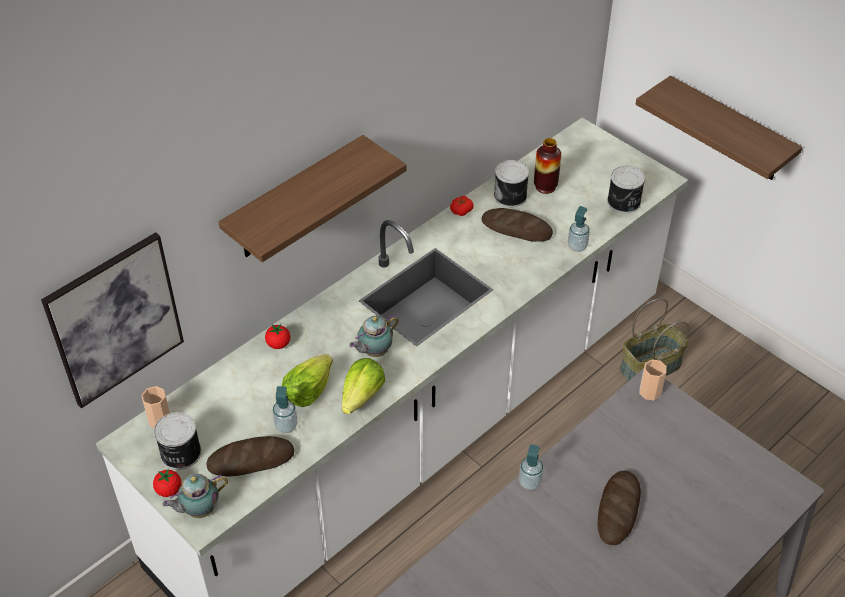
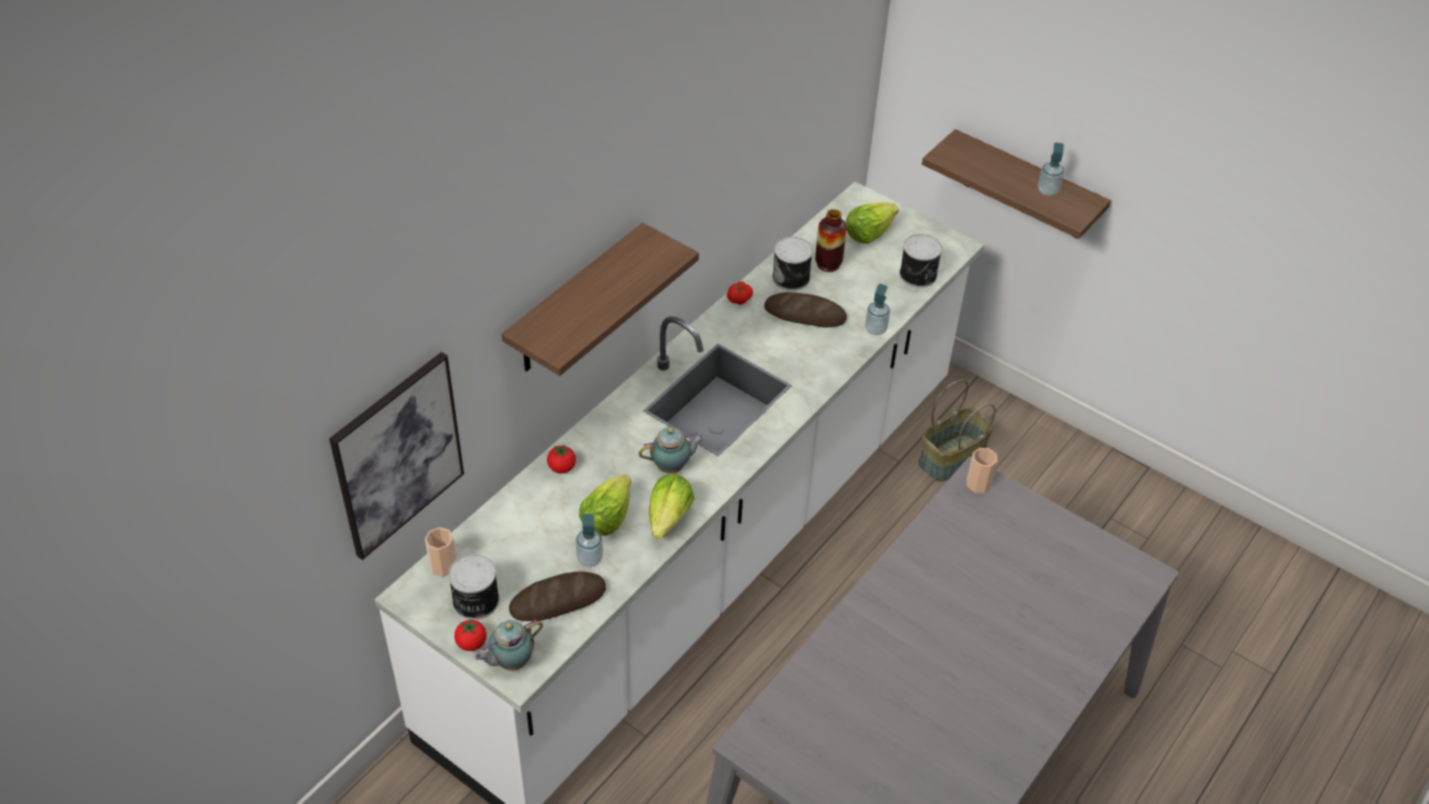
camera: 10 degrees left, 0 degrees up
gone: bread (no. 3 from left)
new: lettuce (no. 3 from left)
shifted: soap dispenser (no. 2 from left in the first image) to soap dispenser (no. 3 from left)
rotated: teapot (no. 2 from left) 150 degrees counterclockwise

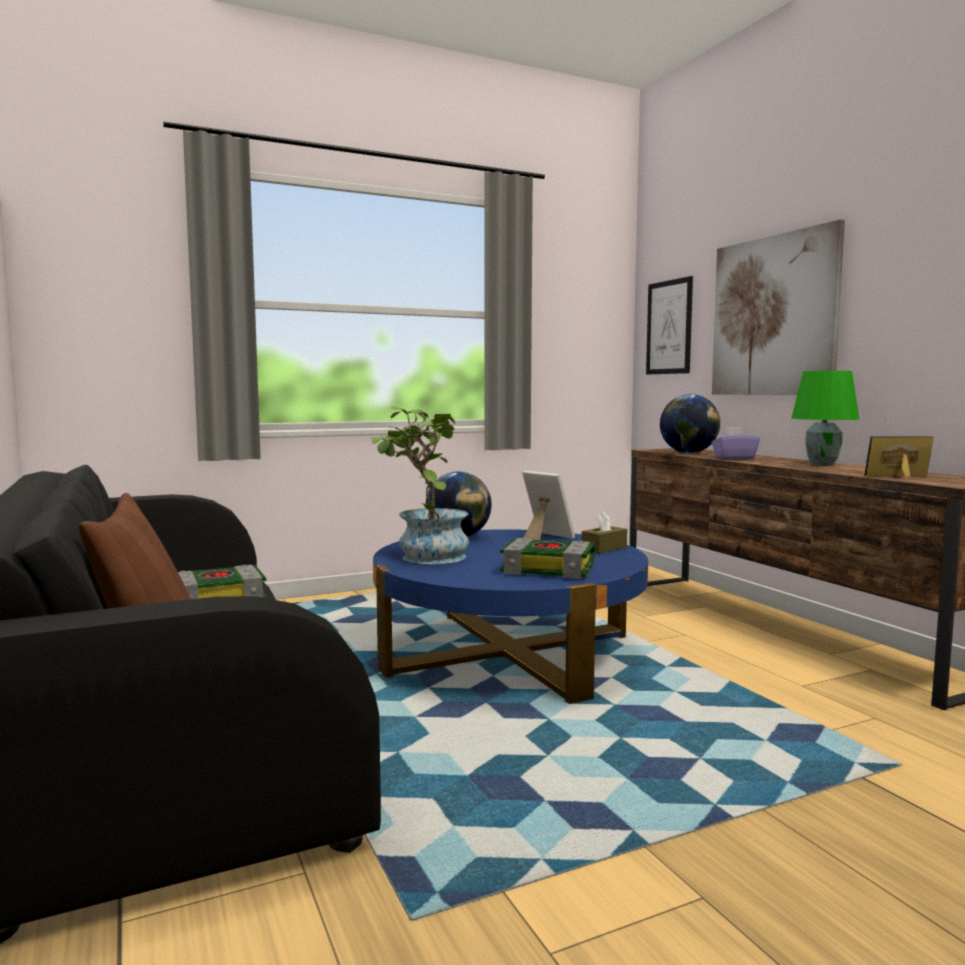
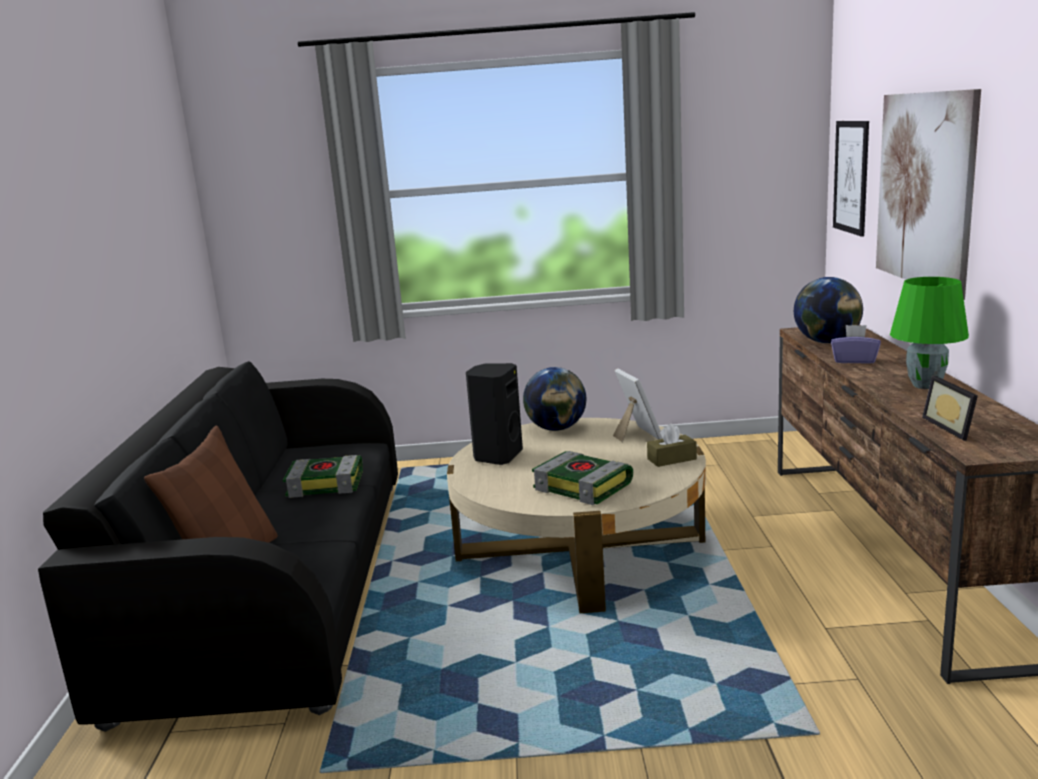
camera: 25 degrees right, 10 degrees up
swapped: potted plant to speaker/black
repainted: coffee table/blue to coffee table/beige
rotated: picture frame (no. 2 from left) 120 degrees counterclockwise

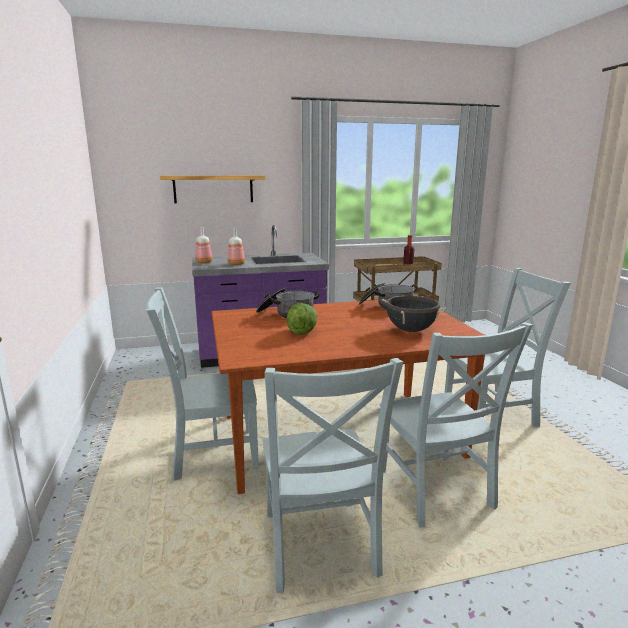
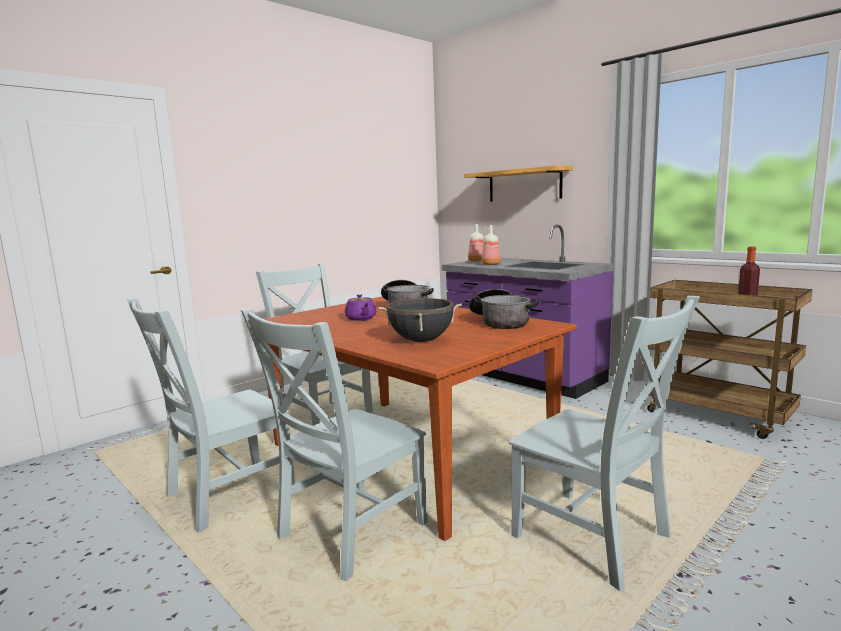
camera: 60 degrees right, 5 degrees down
swapped: lettuce to teapot/purple

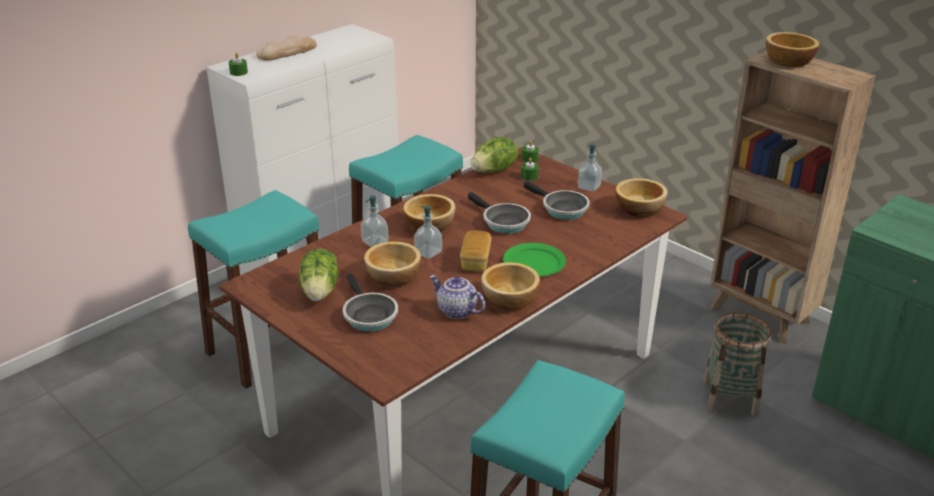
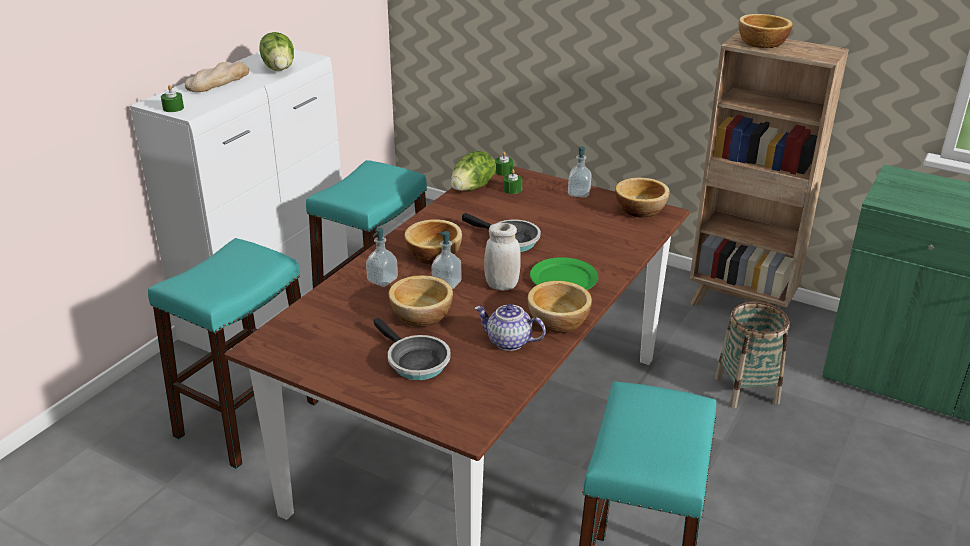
camera: 15 degrees left, 0 degrees up
gone: frying pan (no. 3 from left)
shifted: lettuce (no. 1 from left)
swapped: bread (no. 2 from left) to jar/white

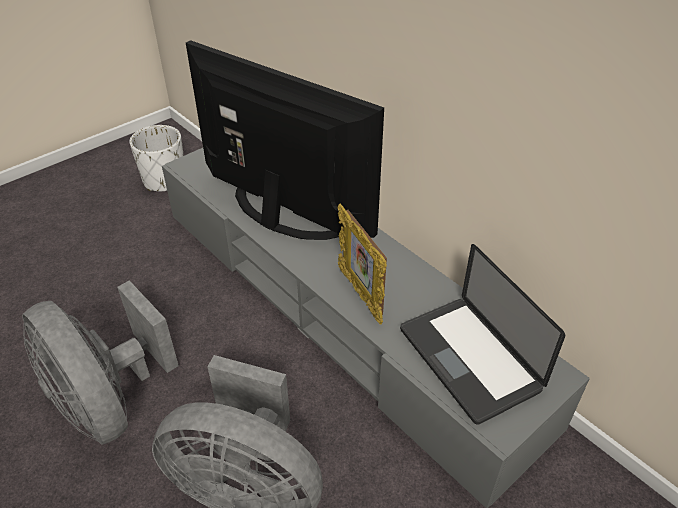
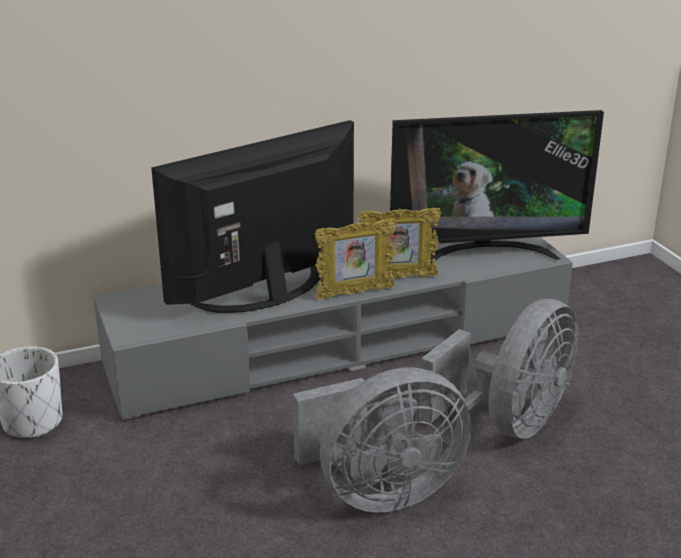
camera: 70 degrees left, 15 degrees down
new: picture frame (no. 1 from left)
swapped: laptop to television (no. 2 from left)

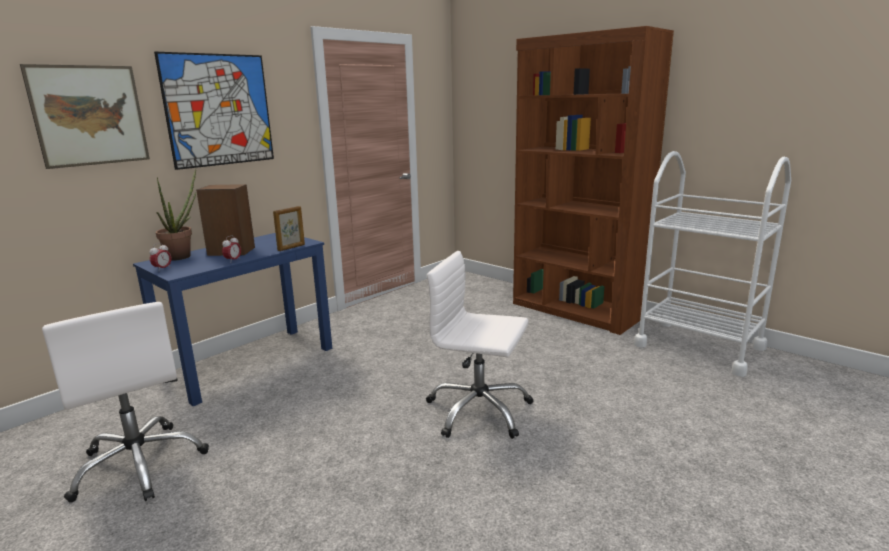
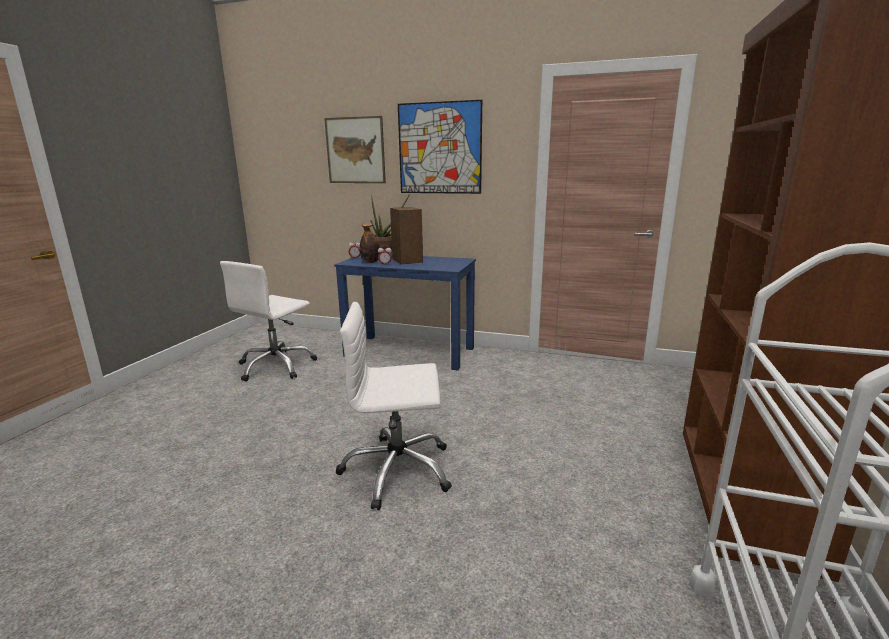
camera: 65 degrees right, 0 degrees up
gone: picture frame
new: bottle
rotated: office chair/white (no. 2 from left) 90 degrees counterclockwise

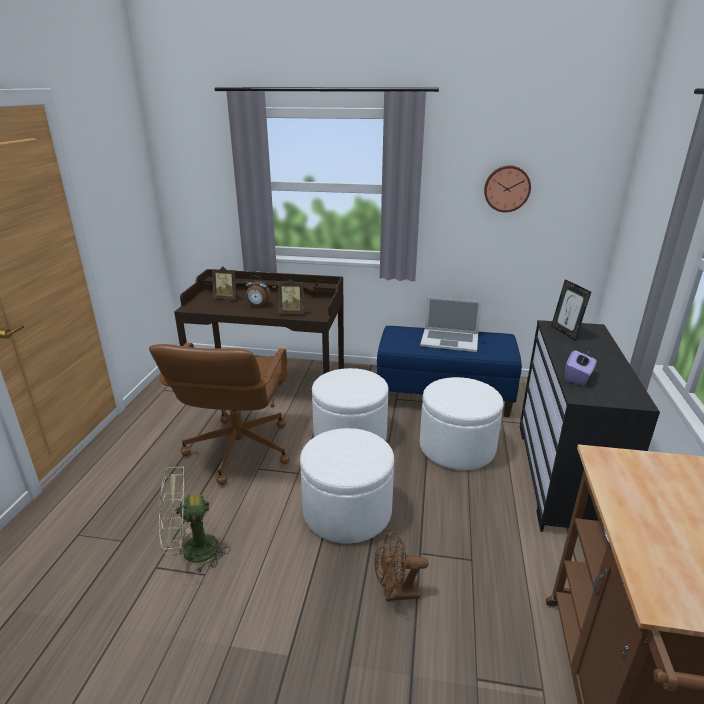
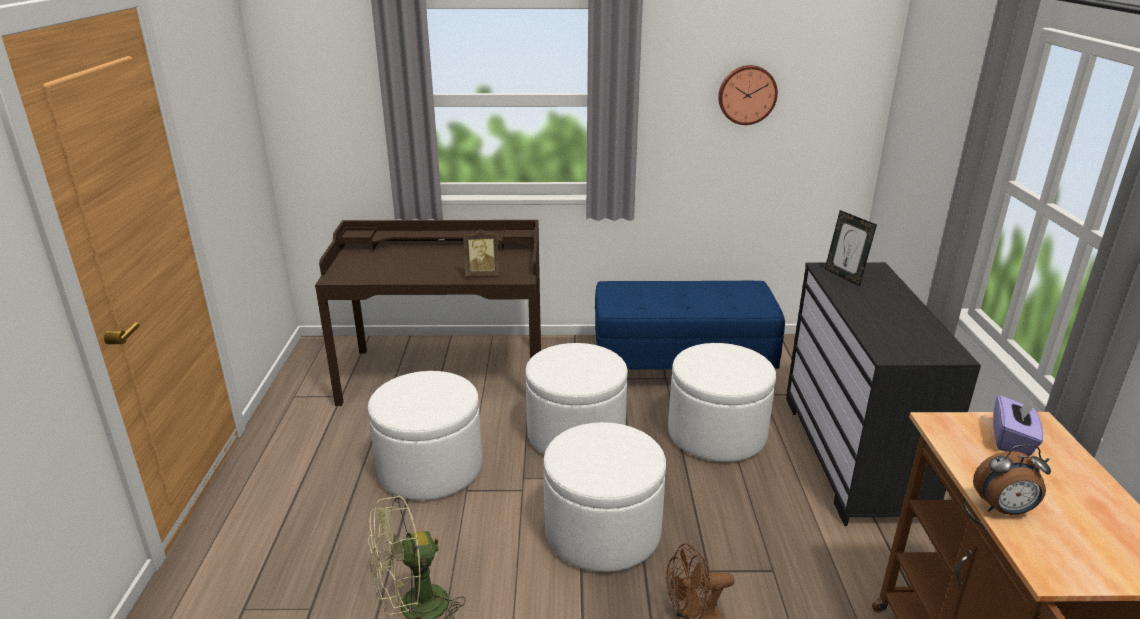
camera: 10 degrees left, 0 degrees up
gone: picture frame (no. 1 from left); laptop
shifted: alarm clock; tissue box/purple
swapped: office chair/brown to ottoman/white (no. 1 from left)

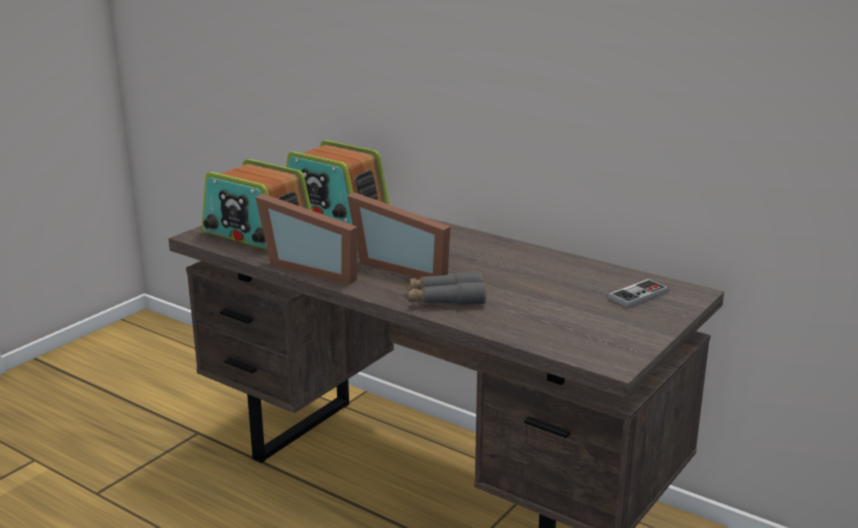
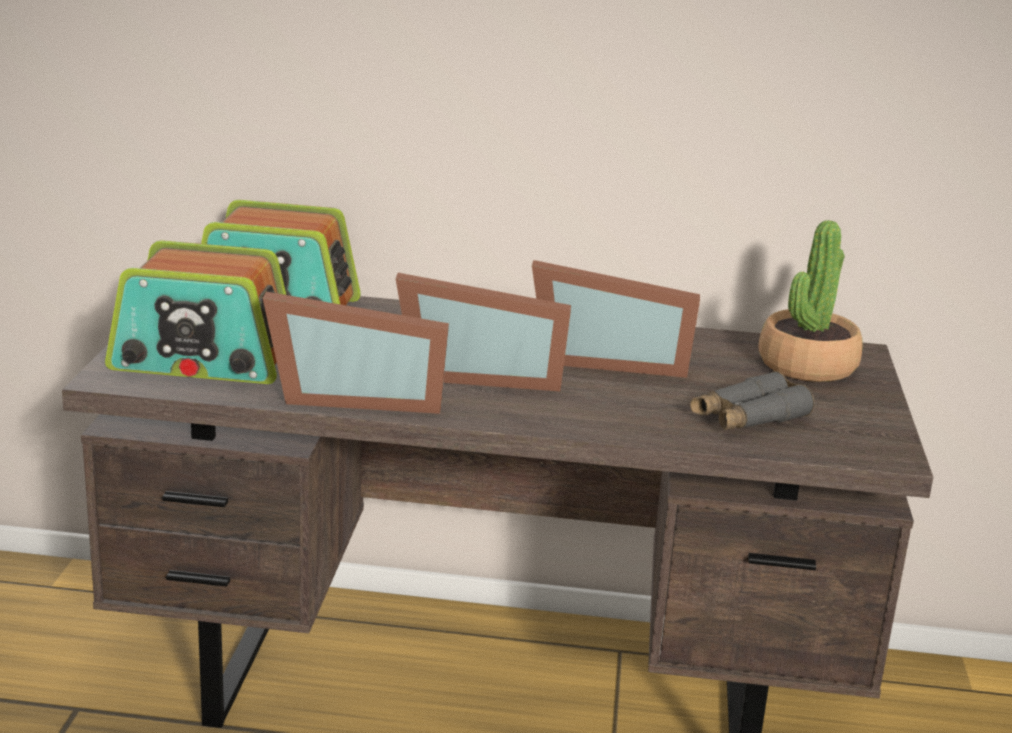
camera: 30 degrees left, 0 degrees up
new: picture frame (no. 3 from left)
shifted: binoculars/grey
swapped: game controller to potted plant

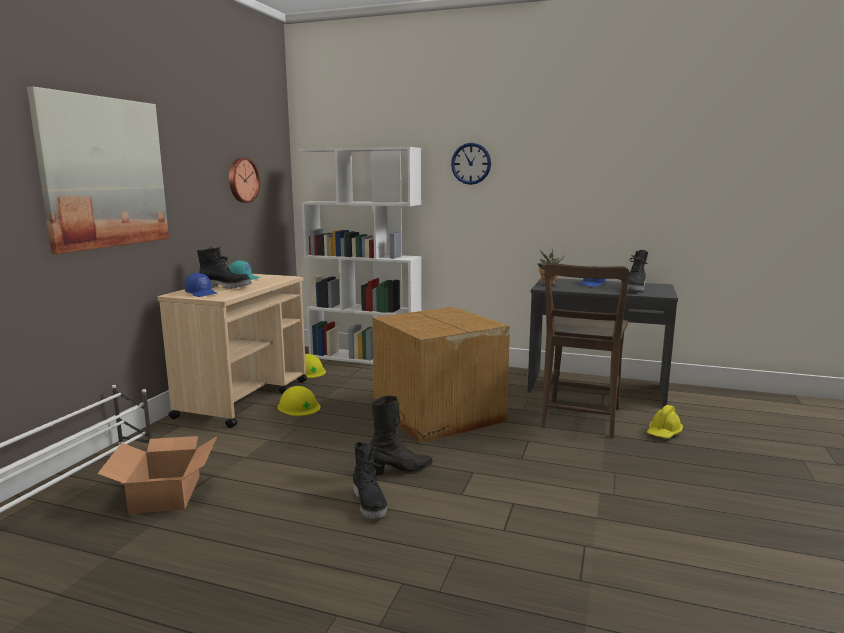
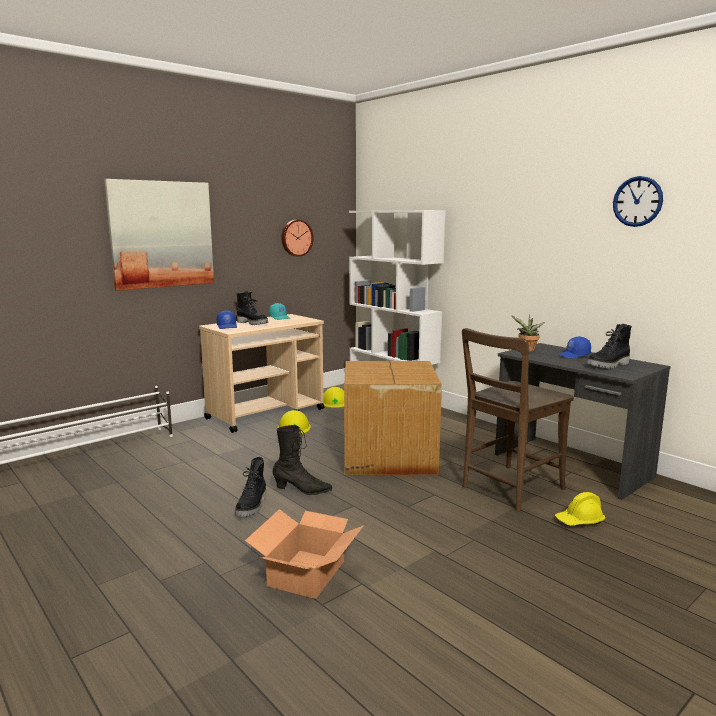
camera: 30 degrees right, 0 degrees up
shifted: cardboard box (no. 1 from left); wall clock (no. 2 from left)

